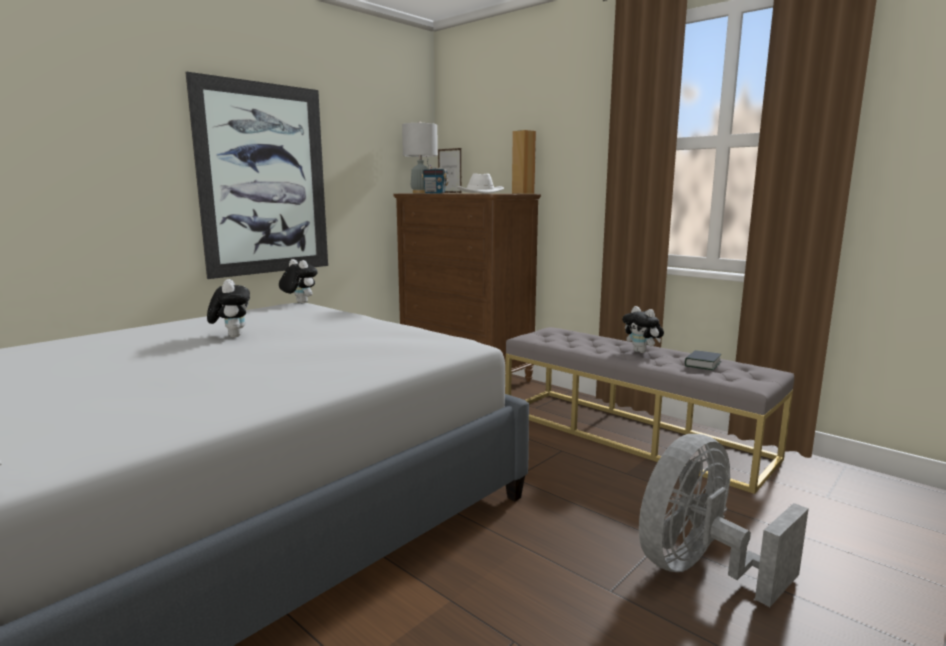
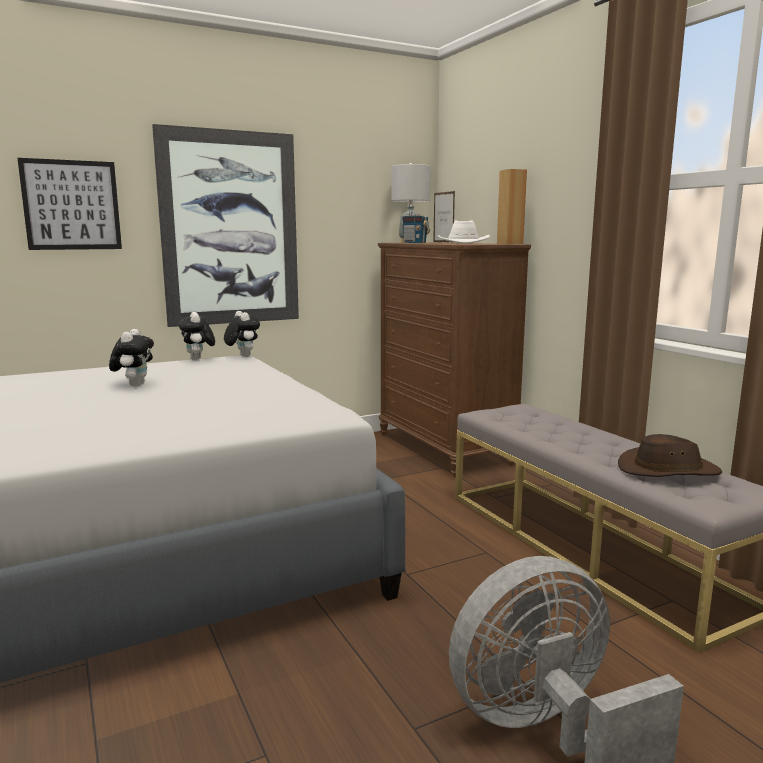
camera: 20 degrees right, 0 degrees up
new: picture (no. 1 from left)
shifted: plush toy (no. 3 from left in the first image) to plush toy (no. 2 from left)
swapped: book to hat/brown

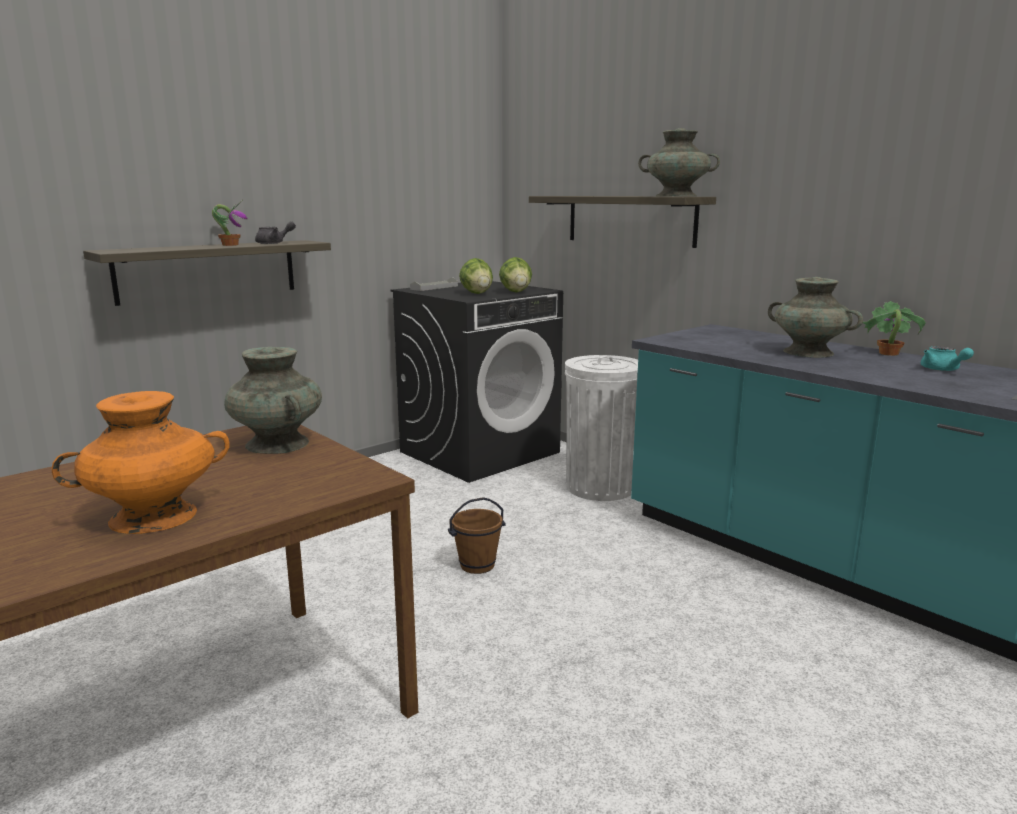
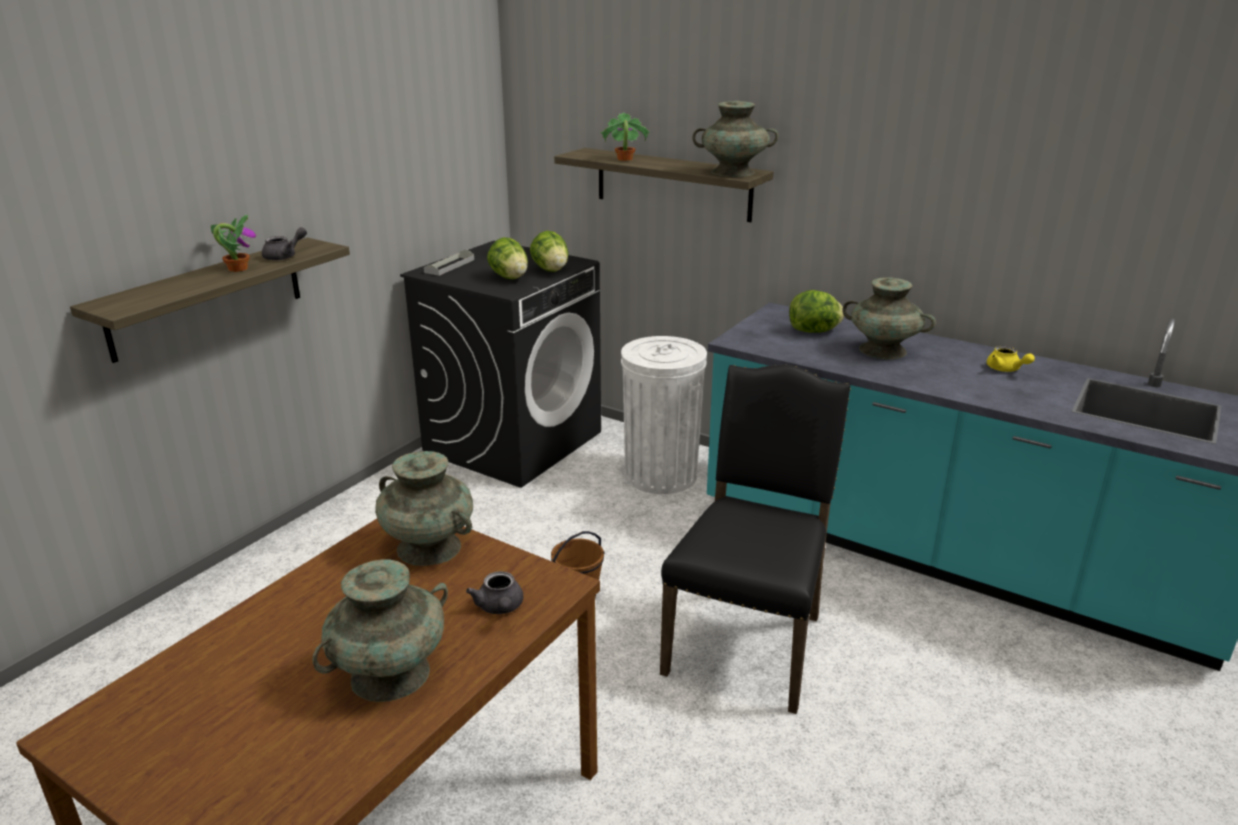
camera: 15 degrees left, 10 degrees up
new: teapot/grey (no. 2 from left); chair/black; lettuce (no. 3 from left)
shifted: potted plant (no. 2 from left)
repainted: vase/orange to vase/turquoise (no. 1 from left); teapot/turquoise to teapot/yellow

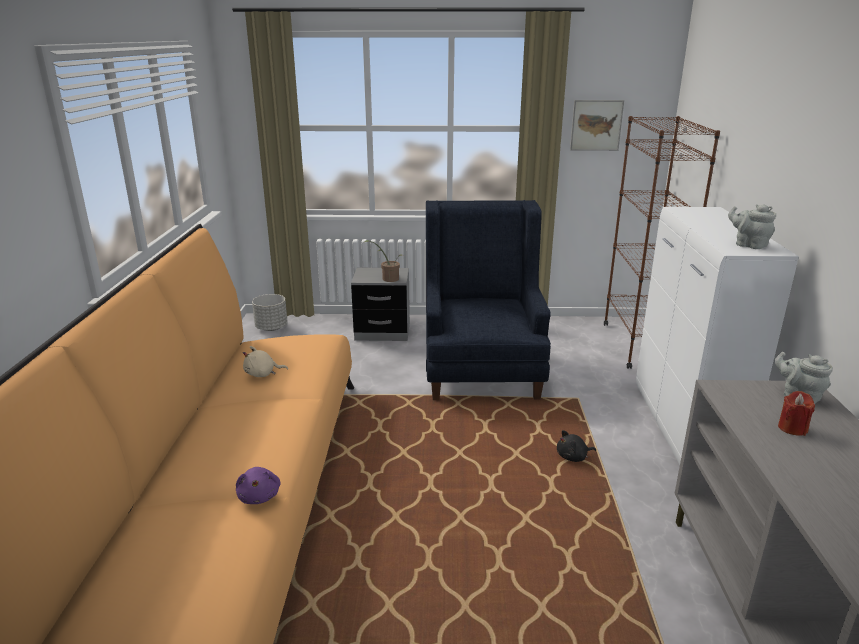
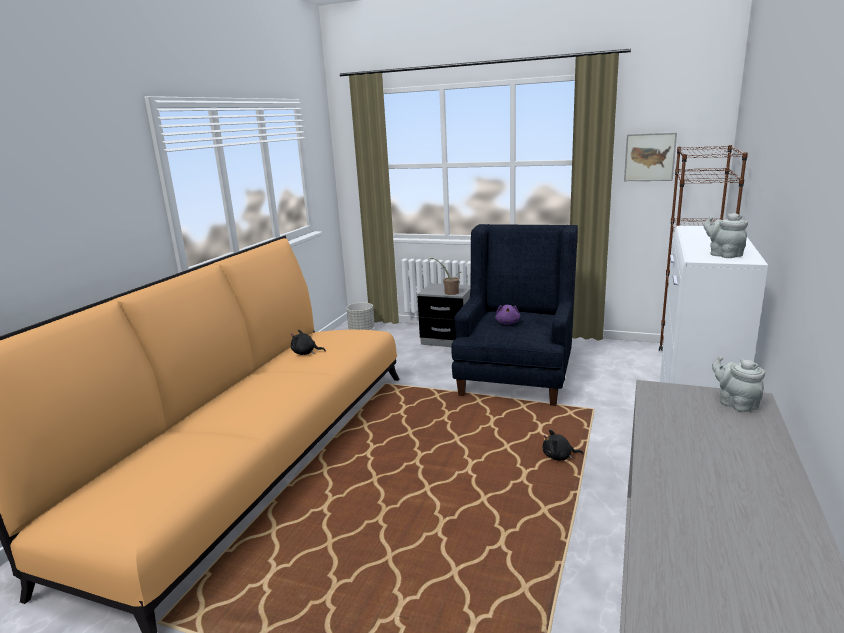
camera: 20 degrees right, 5 degrees down
gone: candle/red
shifted: plush toy/purple
repainted: plush toy/beige to plush toy/black (no. 1 from left)

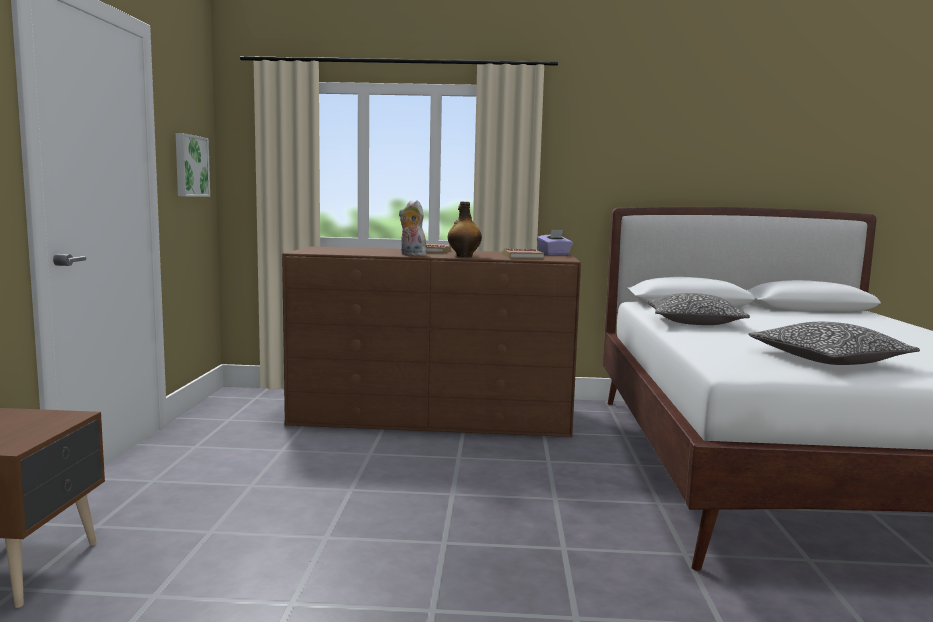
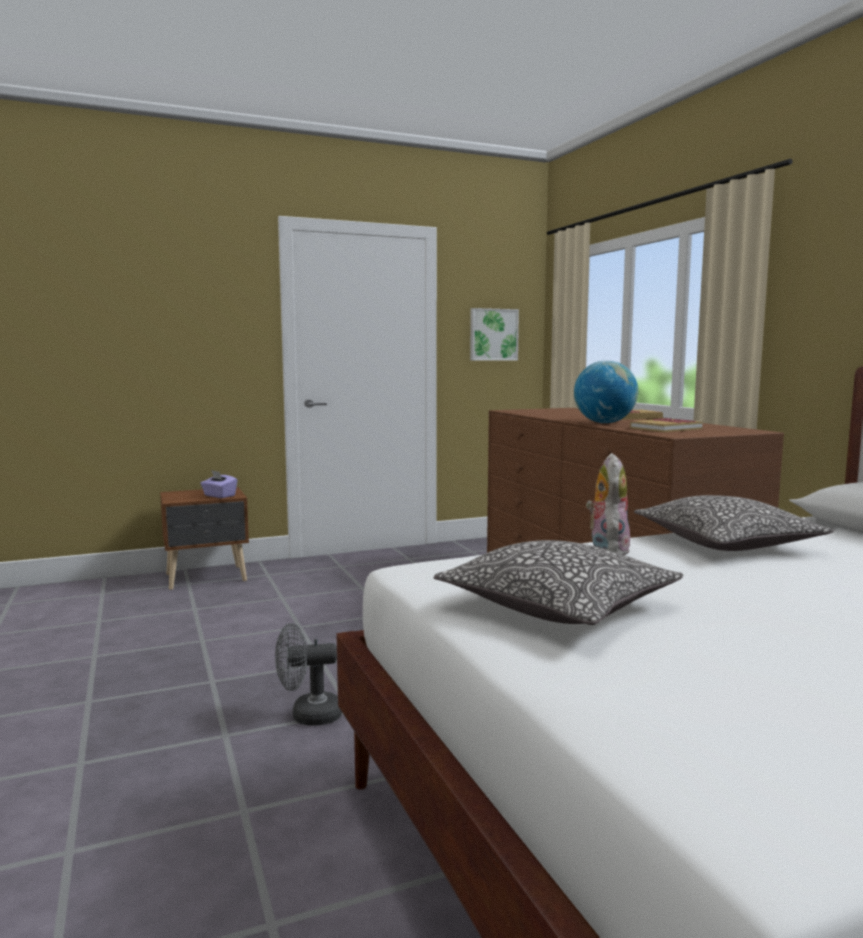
camera: 65 degrees right, 0 degrees up
new: fan/grey
shifted: tissue box/purple; plush toy
swapped: bottle to globe

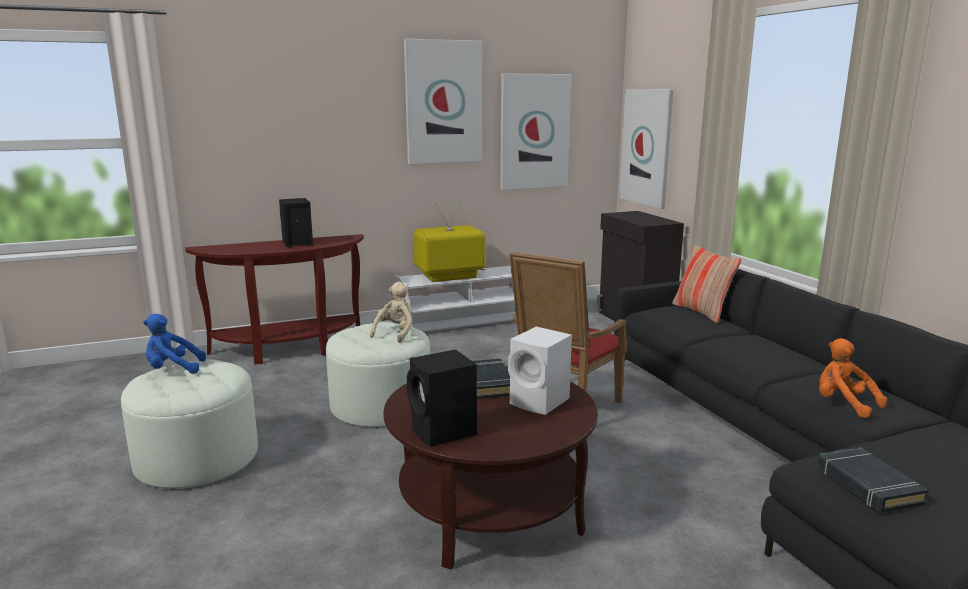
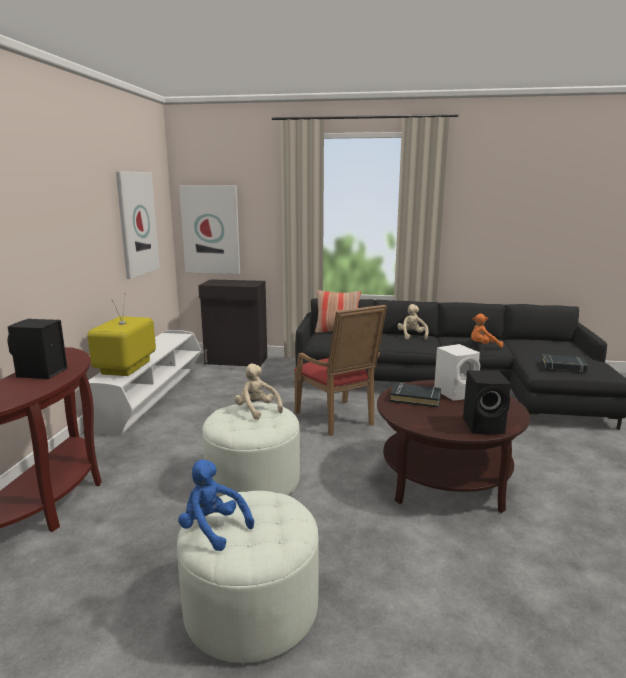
camera: 60 degrees left, 0 degrees up
gone: picture (no. 1 from left)
new: plush toy/beige (no. 2 from left)
rotated: plush toy/blue 105 degrees clockwise

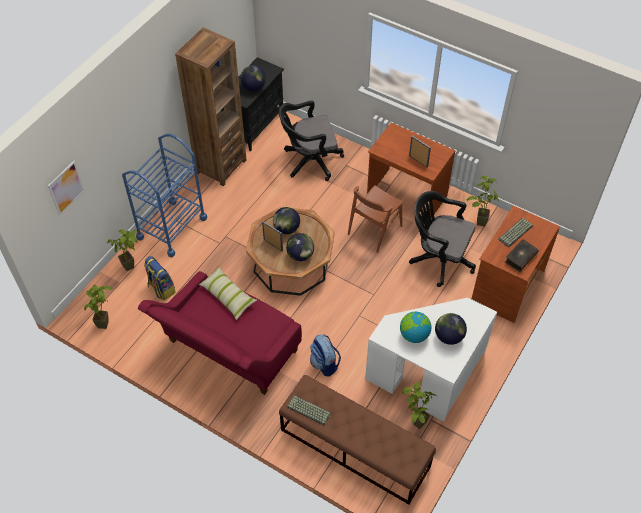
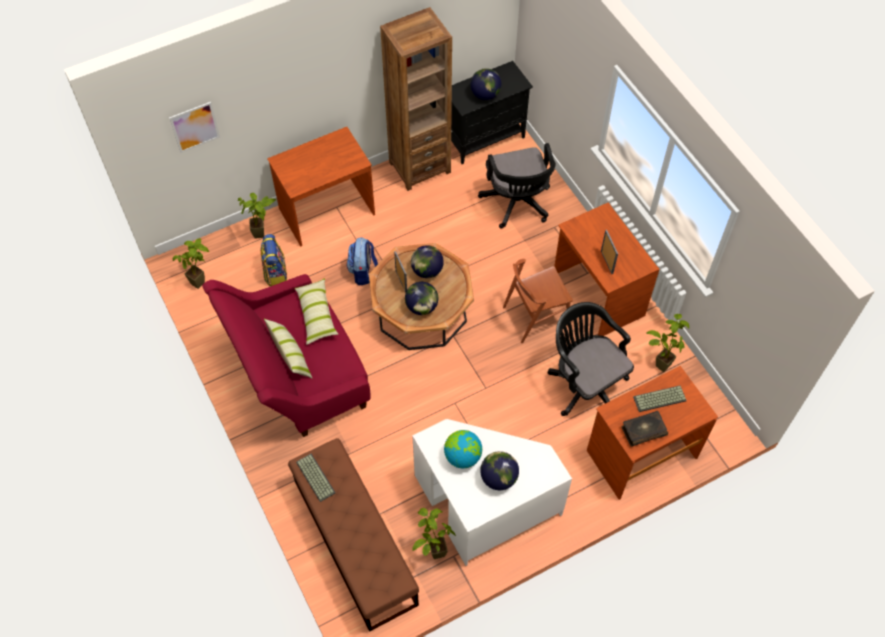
camera: 30 degrees right, 5 degrees up
new: pillow (no. 1 from left)
shifted: backpack (no. 2 from left)
swapped: cart/blue to desk/brown (no. 1 from left)
rotated: office chair/black (no. 1 from left) 120 degrees counterclockwise

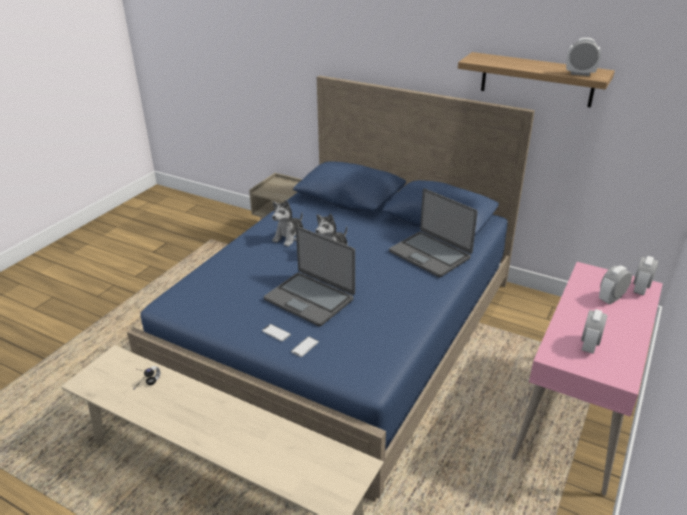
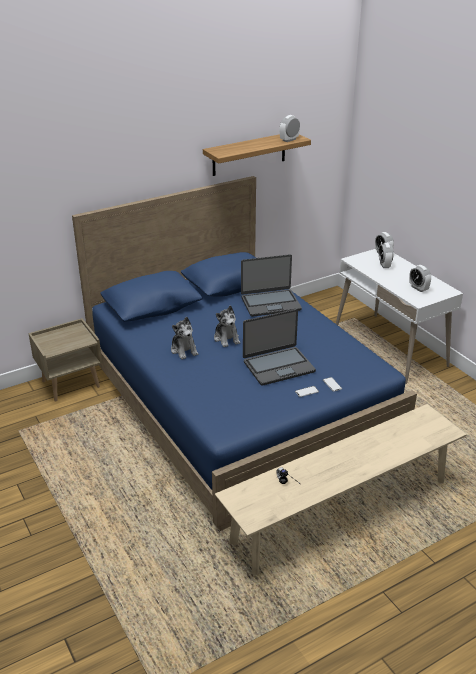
camera: 60 degrees left, 0 degrees up
repainted: desk/pink to desk/white

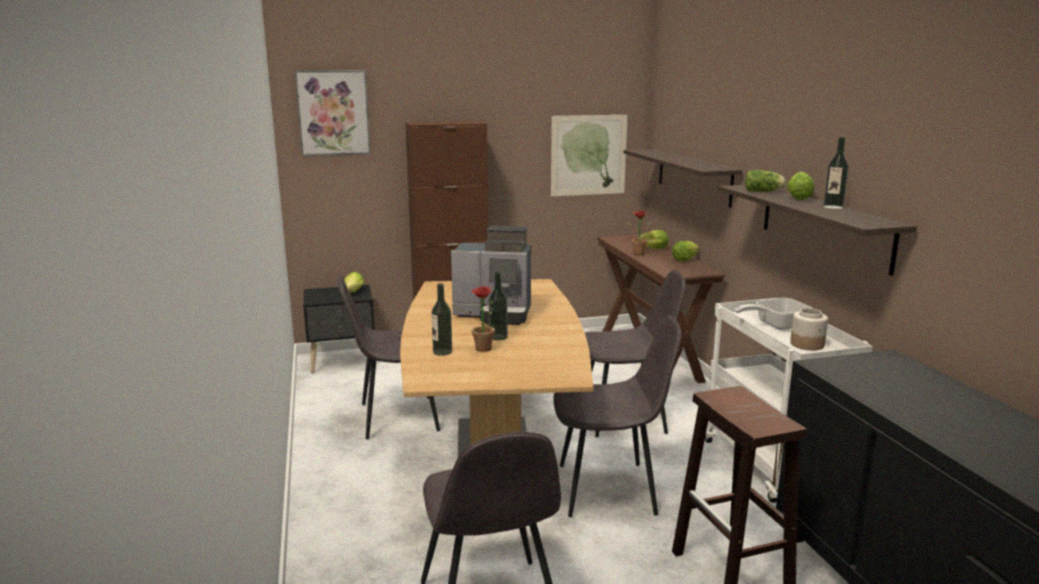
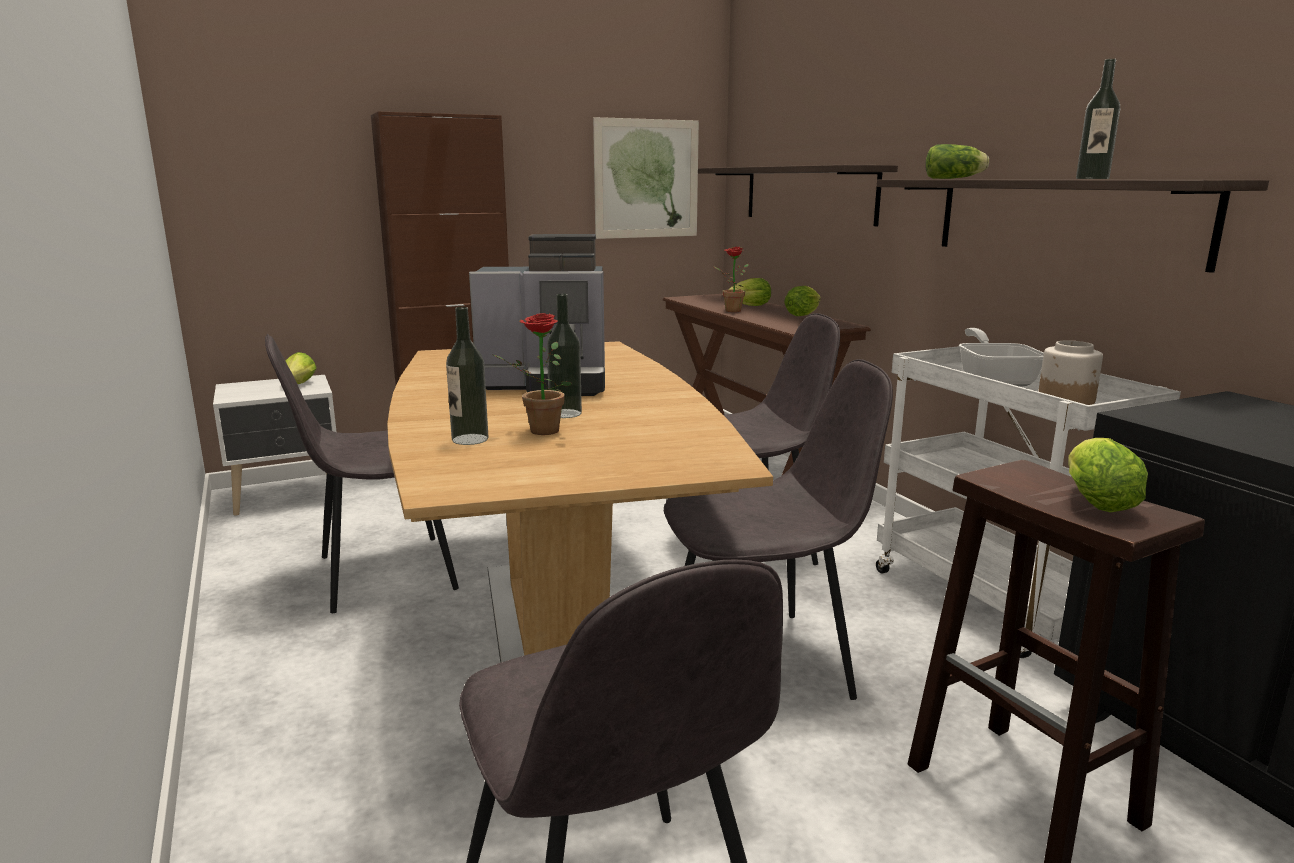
camera: 10 degrees left, 0 degrees up
gone: picture (no. 1 from left)
shifted: lettuce (no. 5 from left)
repainted: nightstand/black to nightstand/white
rotated: frying pan 120 degrees clockwise

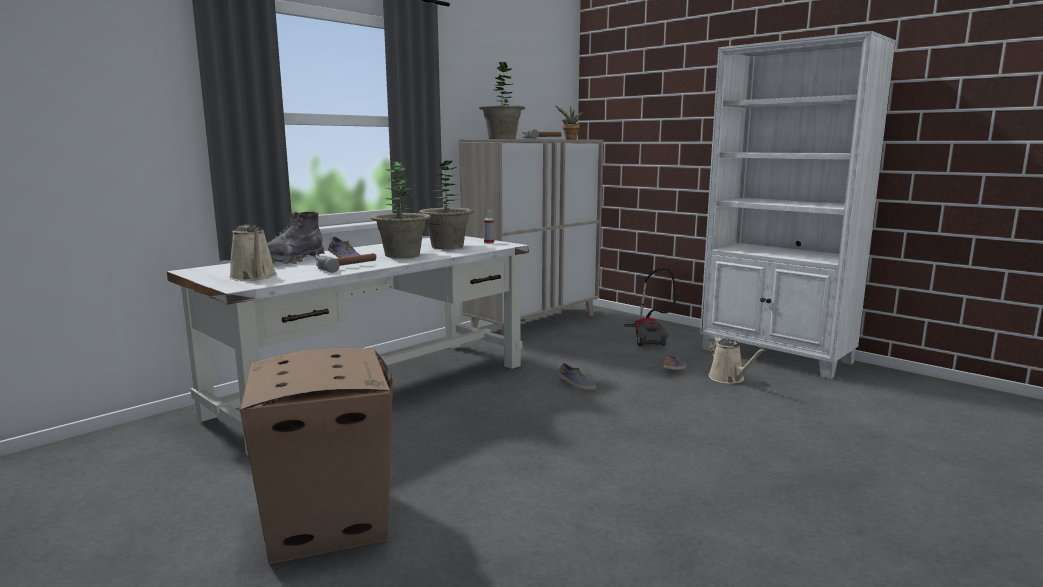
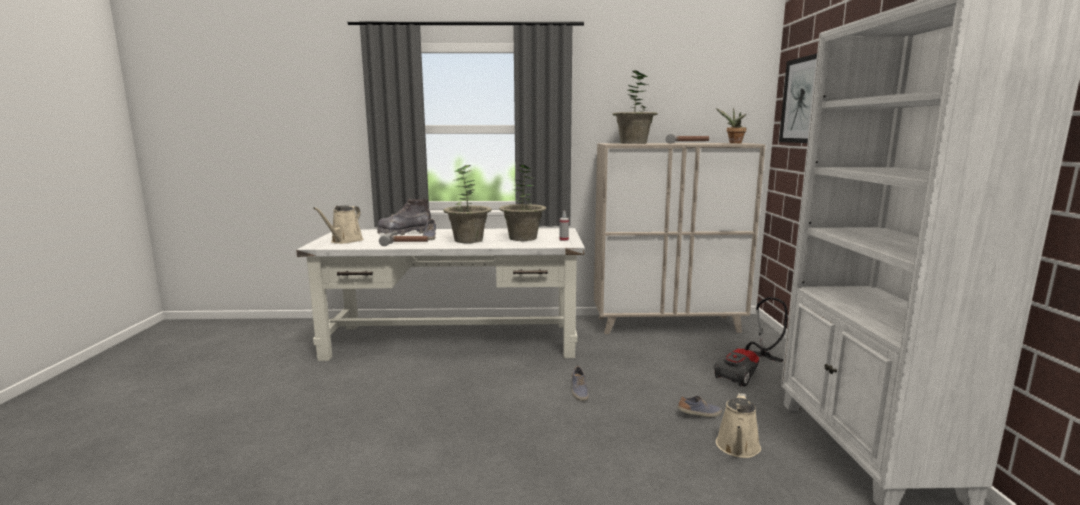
camera: 45 degrees right, 0 degrees up
gone: cardboard box
new: picture

